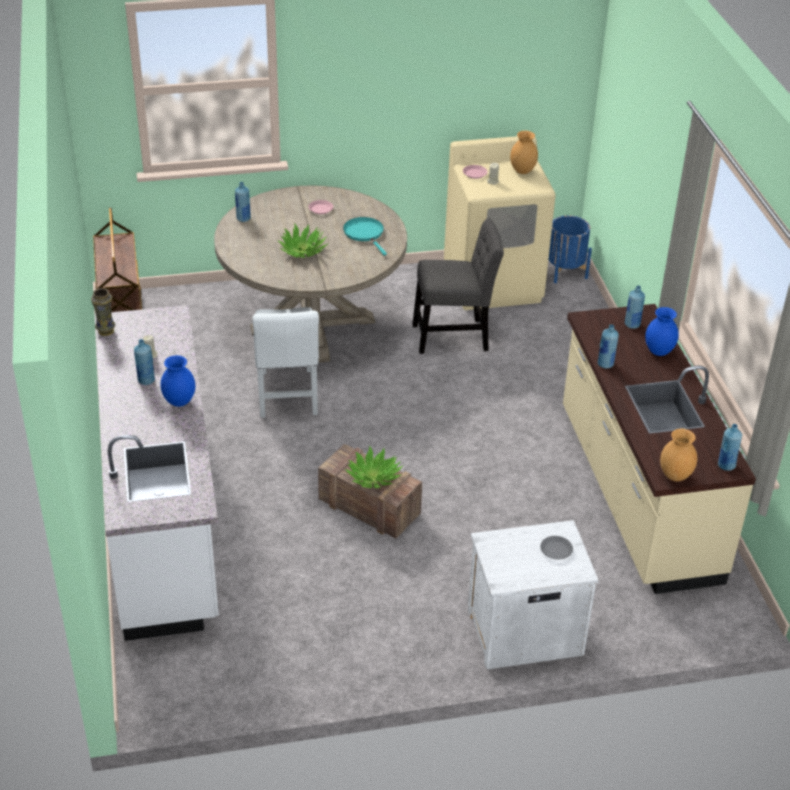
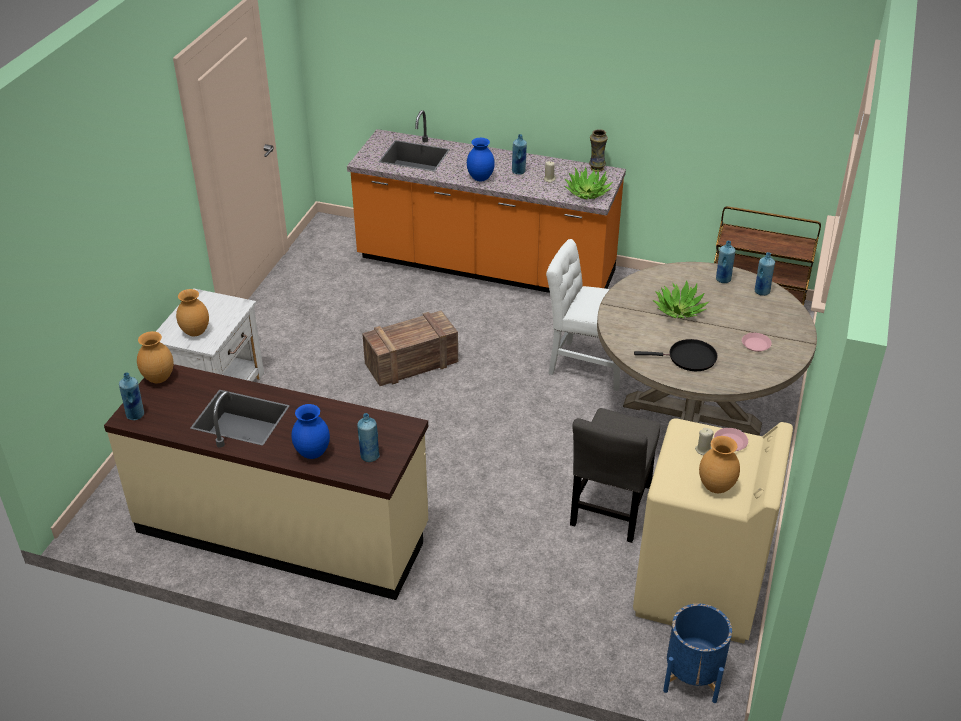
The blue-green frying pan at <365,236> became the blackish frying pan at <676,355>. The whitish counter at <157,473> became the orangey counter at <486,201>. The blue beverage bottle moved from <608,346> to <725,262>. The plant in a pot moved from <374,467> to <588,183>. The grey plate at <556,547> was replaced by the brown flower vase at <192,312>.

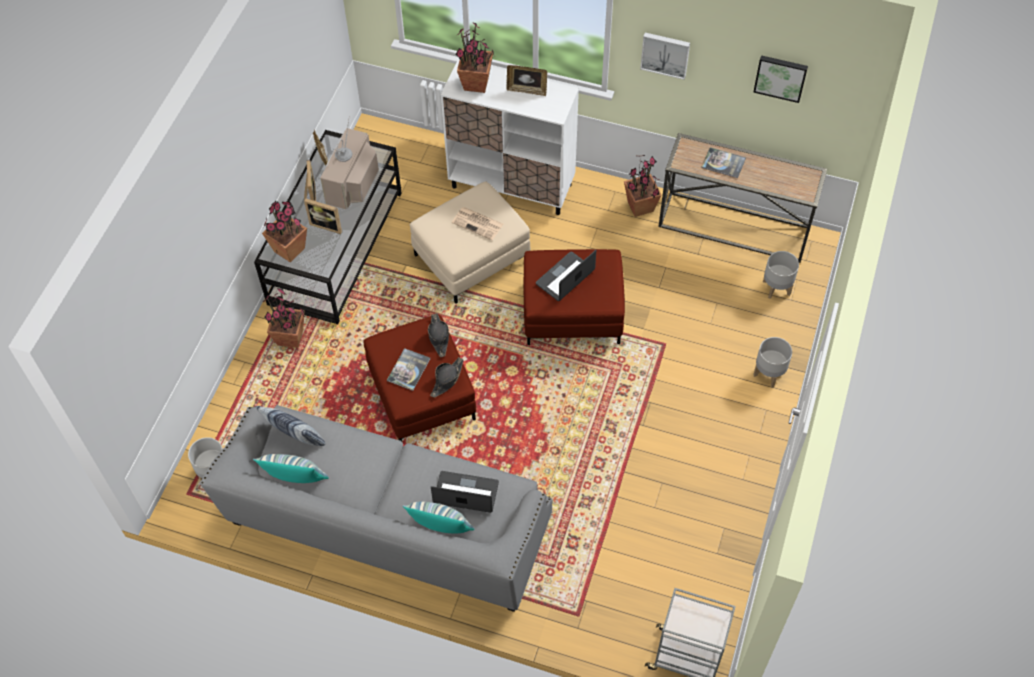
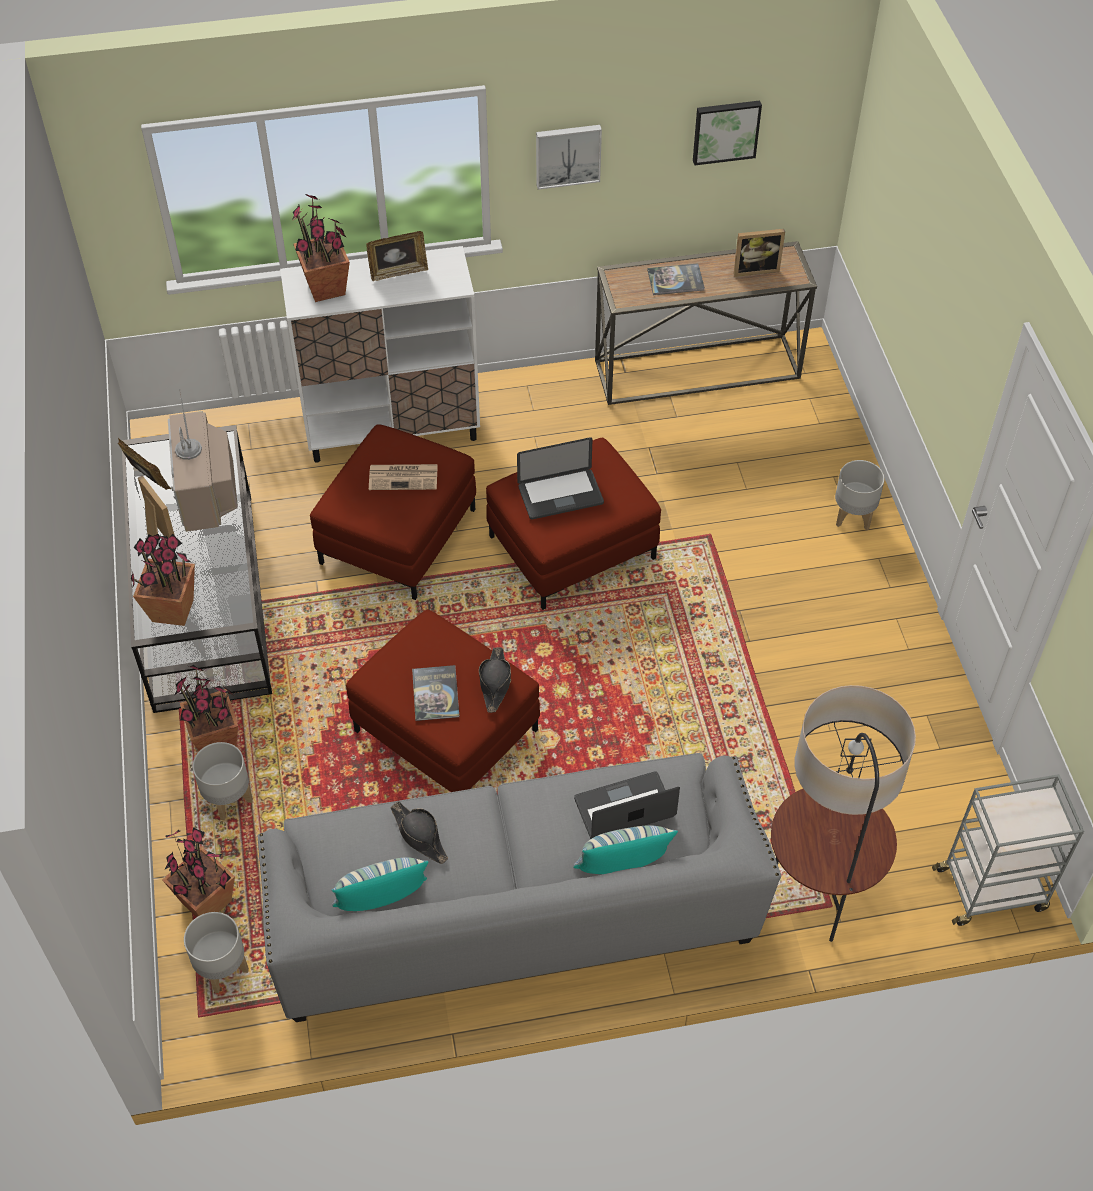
The plant in a pot moved from <643,186> to <198,872>. The beige-coloured footrest at <470,242> became the reddish footrest at <393,512>. The picture frame moved from <323,216> to <759,253>. The notebook computer at <566,275> turned 120 degrees counterclockwise. The grey plant pot moved from <781,275> to <223,781>. The blackish clothing hat moved from <438,335> to <419,832>. The cushion at <290,426> disappeared. The floor lamp at <843,813> appeared.

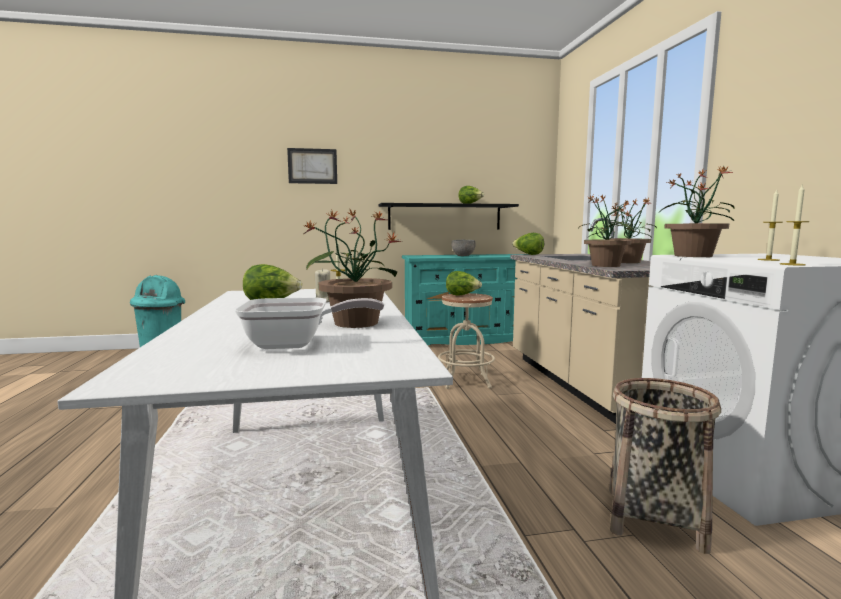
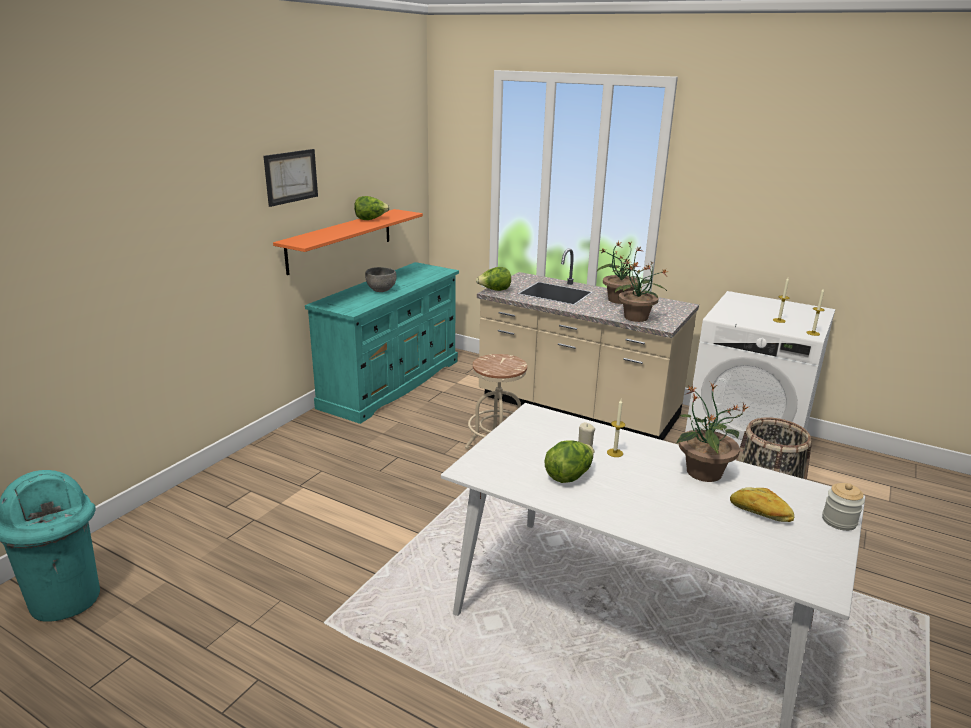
The wall picture moved from <312,166> to <290,178>. The plant in a pot at <697,211> disappeared. The blackish bracket shelf at <449,216> became the orangey bracket shelf at <348,242>. The lettuce at <464,283> disappeared. The frying pan at <309,323> was replaced by the baked bread at <762,505>. The preserve jar at <843,507> appeared.

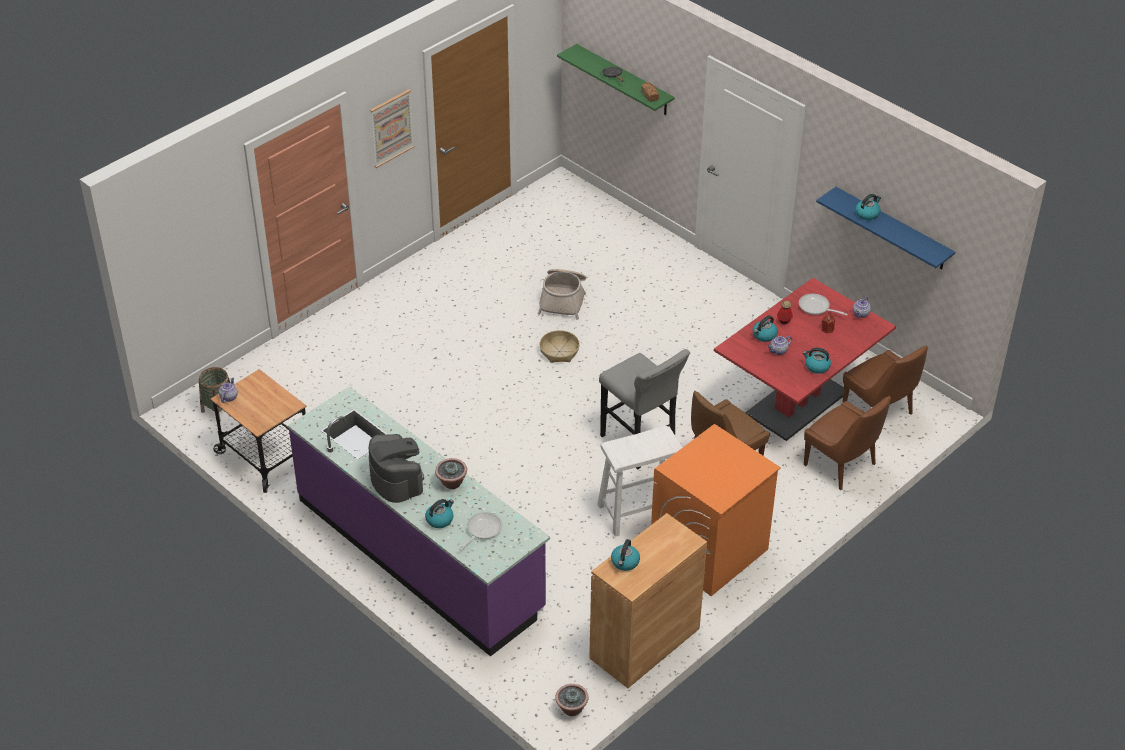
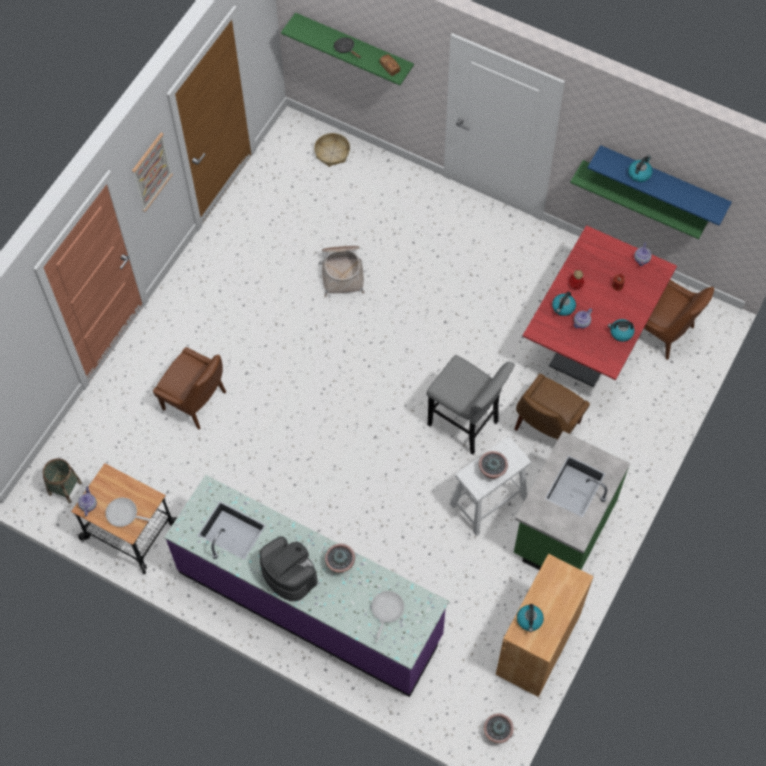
The frying pan moved from <823,305> to <130,512>. The household basket moved from <559,346> to <332,150>. The brown chair moved from <847,443> to <189,388>. The orangey laundry appliance at <716,510> was replaced by the green-coloured counter at <572,500>. The tea kettle at <439,513> disappeared. The green-coloured bracket shelf at <639,199> appeared. The plant in a pot at <493,465> appeared.

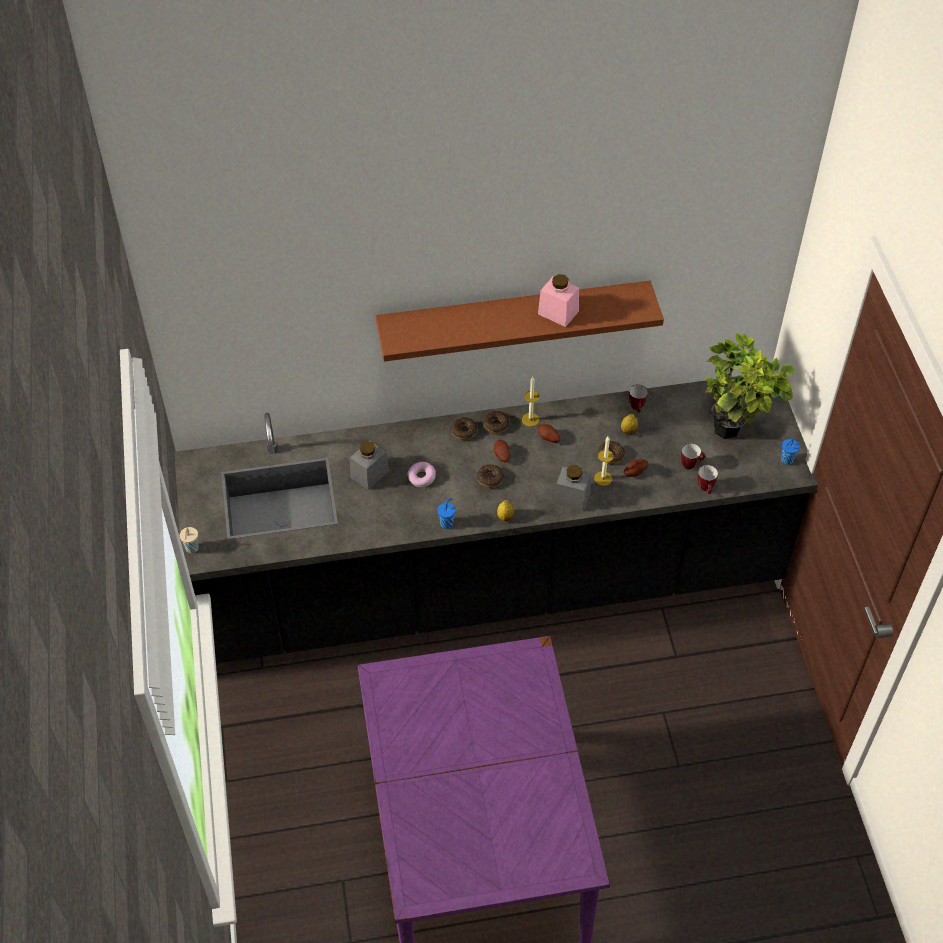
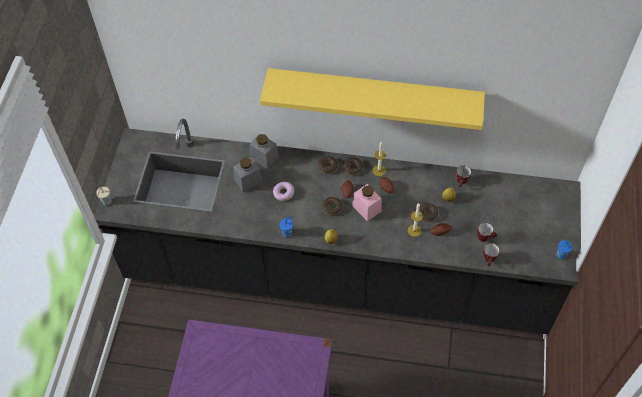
The pink-coloured preserve jar moved from <558,300> to <367,202>. The brown bracket shelf at <520,321> became the yellow bracket shelf at <372,99>. The plant in a pot at <750,386> disappeared. The grey preserve jar moved from <572,488> to <264,151>.

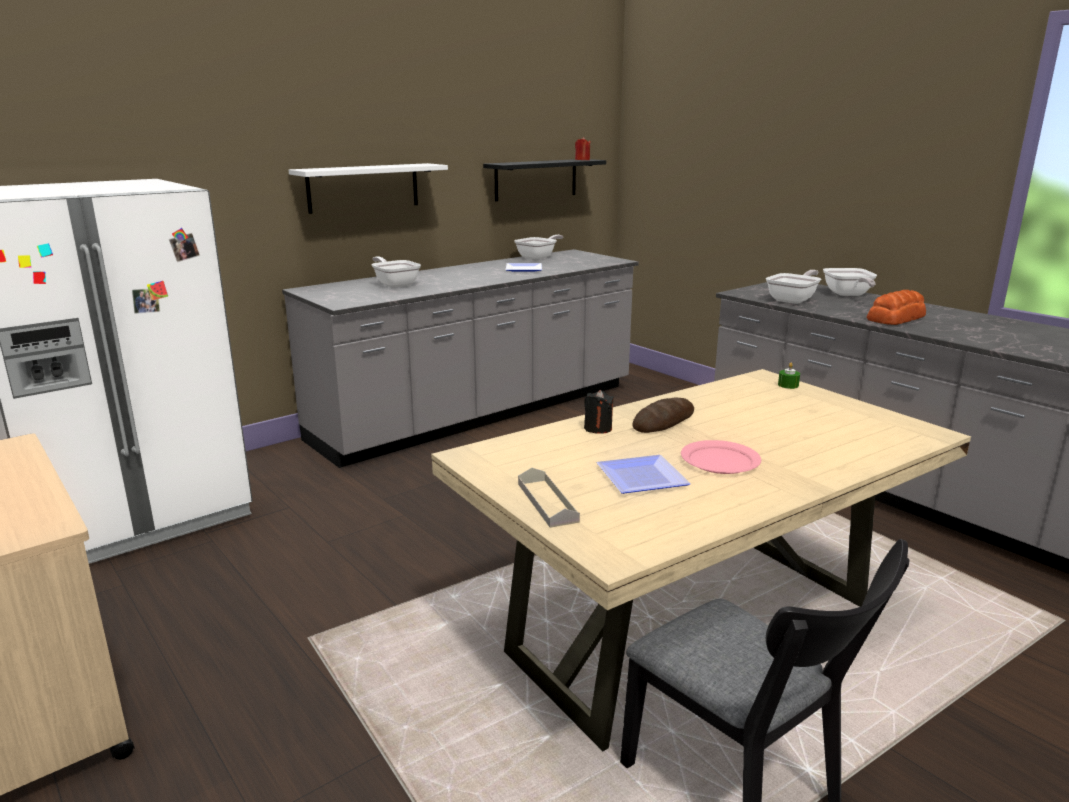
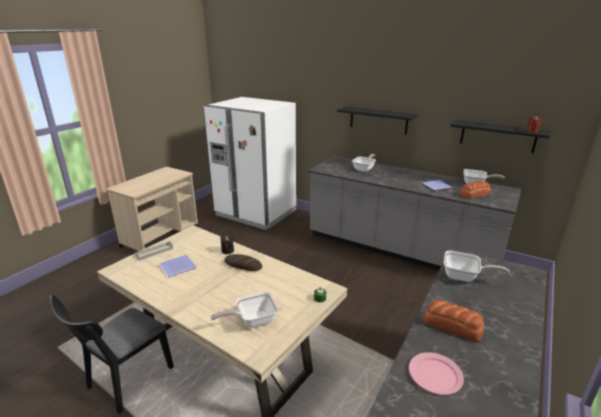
The whitish bracket shelf at <368,188> became the blackish bracket shelf at <377,120>. The frying pan moved from <850,282> to <244,310>. The pink-coloured plate moved from <721,457> to <436,373>. The baked bread at <475,190> appeared.

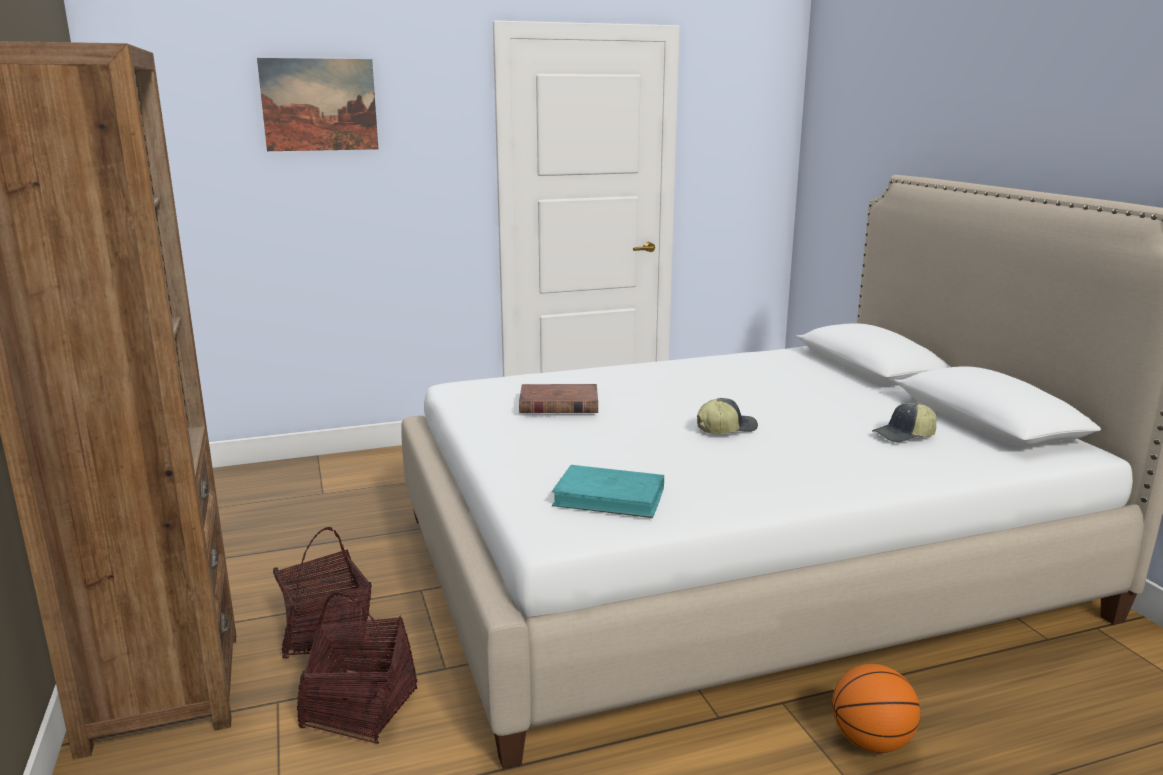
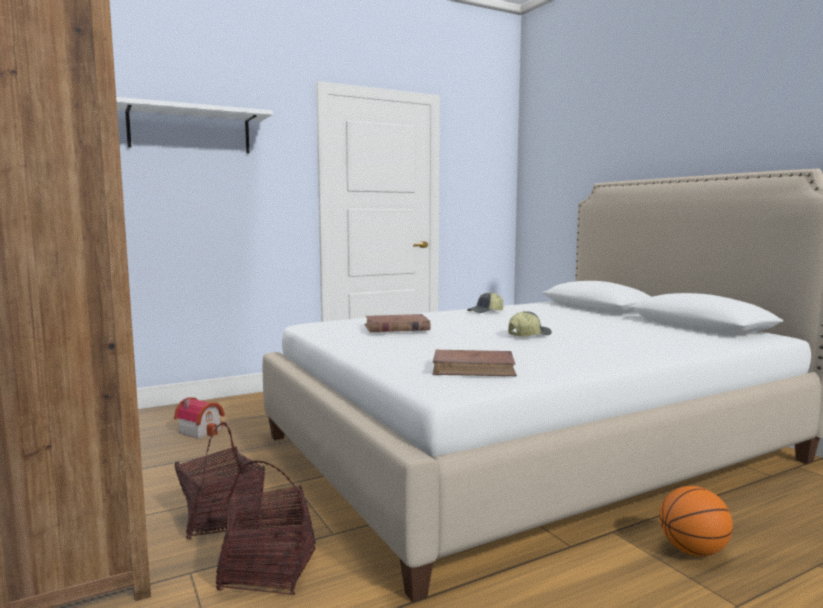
The wall picture at <317,104> was replaced by the whitish bracket shelf at <194,125>. The baseball cap moved from <904,422> to <485,302>. The blue-green book at <608,491> became the brown book at <475,363>. The model house at <199,418> appeared.

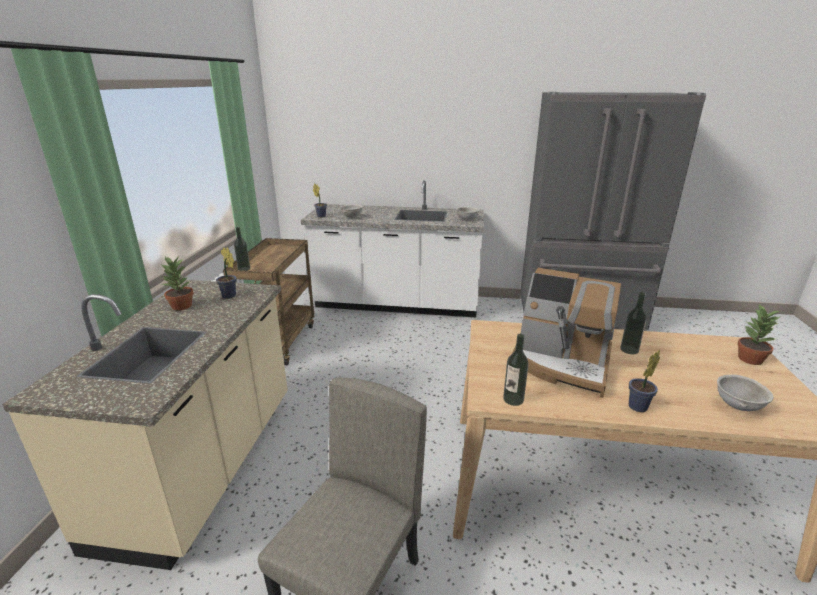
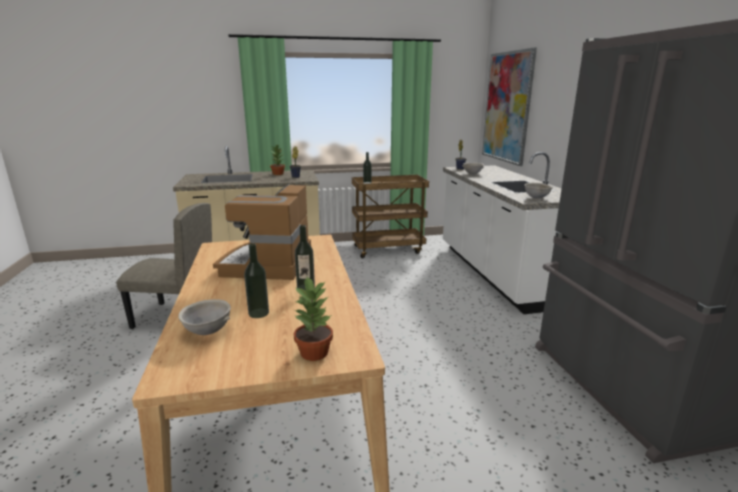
The beverage bottle moved from <516,370> to <256,280>. The plant in a pot at <644,381> disappeared. The wall picture at <509,106> appeared.

